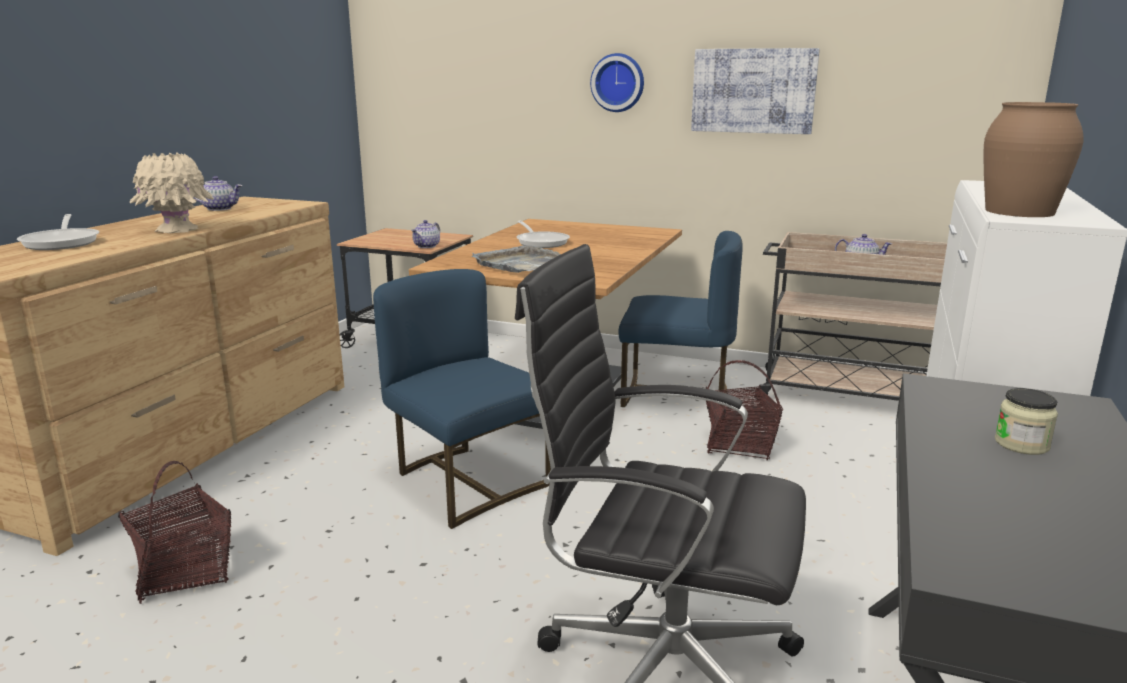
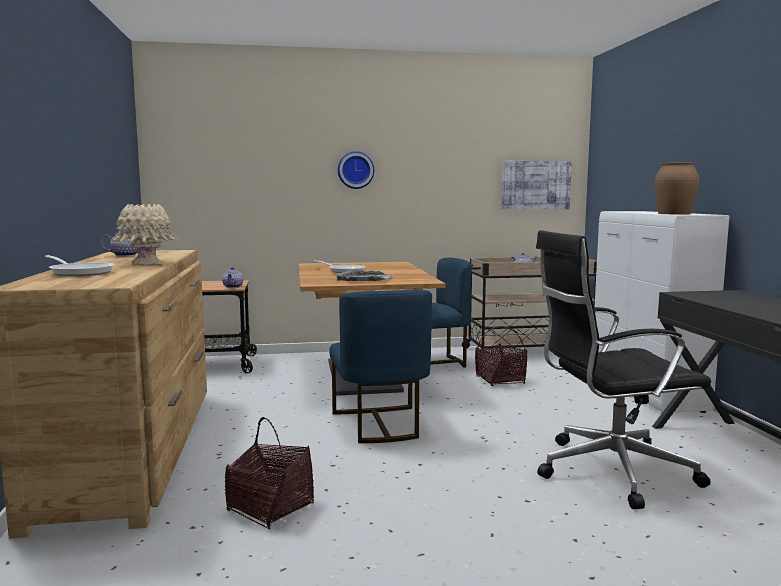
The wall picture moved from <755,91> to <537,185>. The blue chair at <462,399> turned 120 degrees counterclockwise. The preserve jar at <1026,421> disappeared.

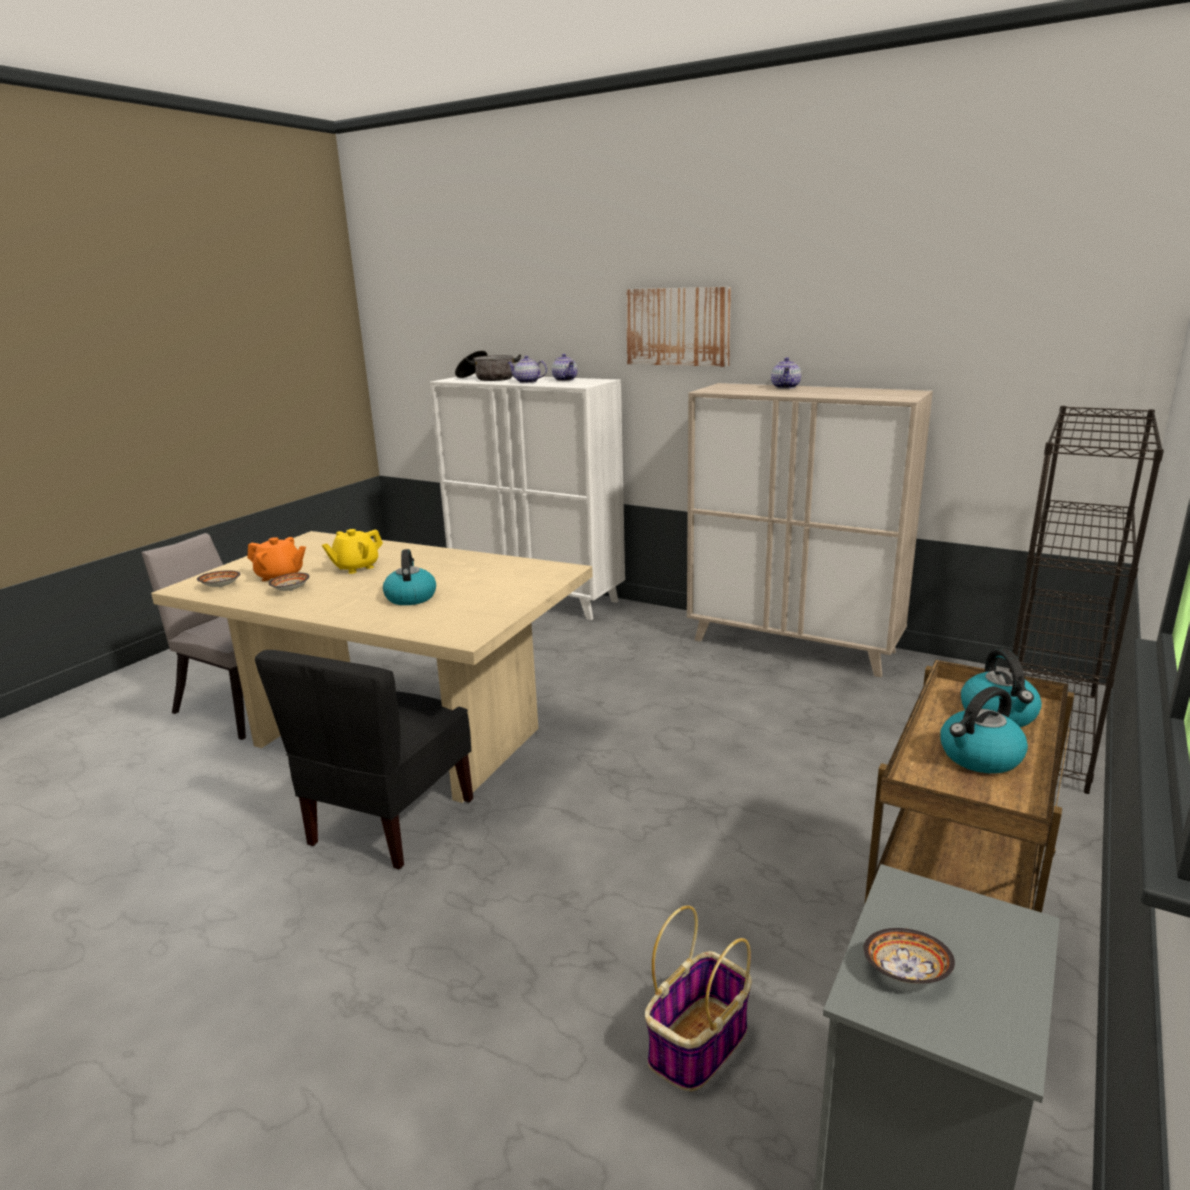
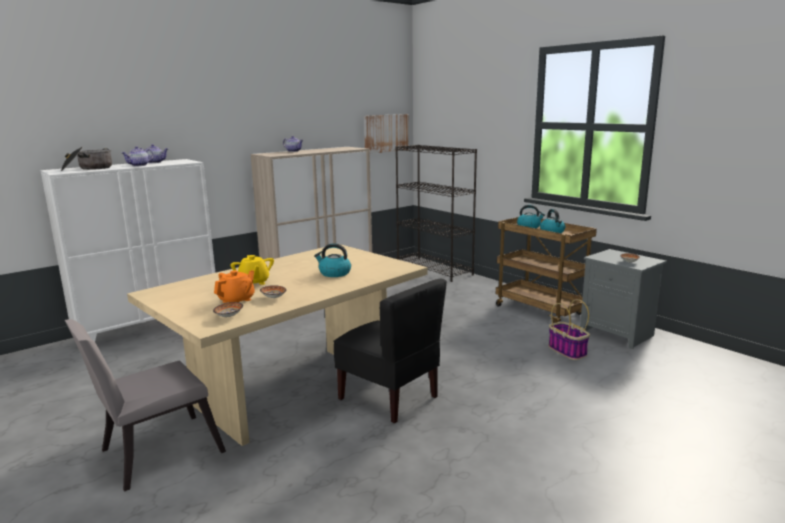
The wall picture moved from <678,327> to <386,134>.

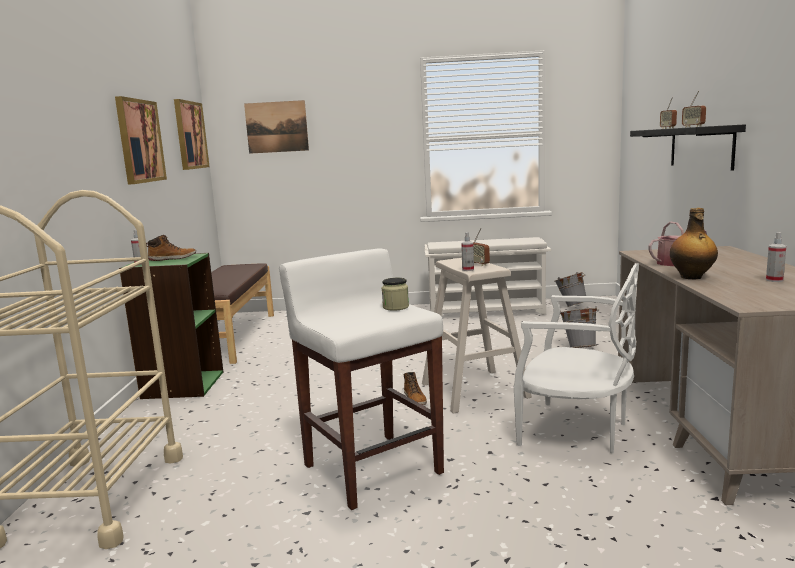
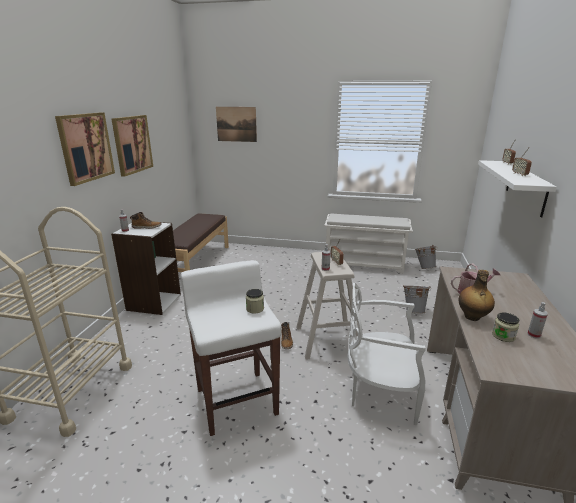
The wall picture moved from <192,134> to <85,149>. The blackish bracket shelf at <688,147> became the whitish bracket shelf at <517,188>. The green-coloured shelving unit at <171,326> became the whitish shelving unit at <146,268>. The whitish chair at <576,358> turned 150 degrees clockwise. The preserve jar at <505,327> appeared.

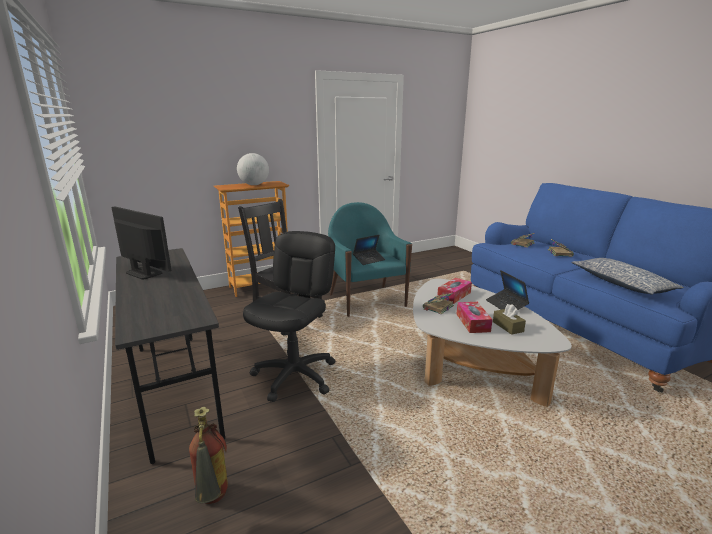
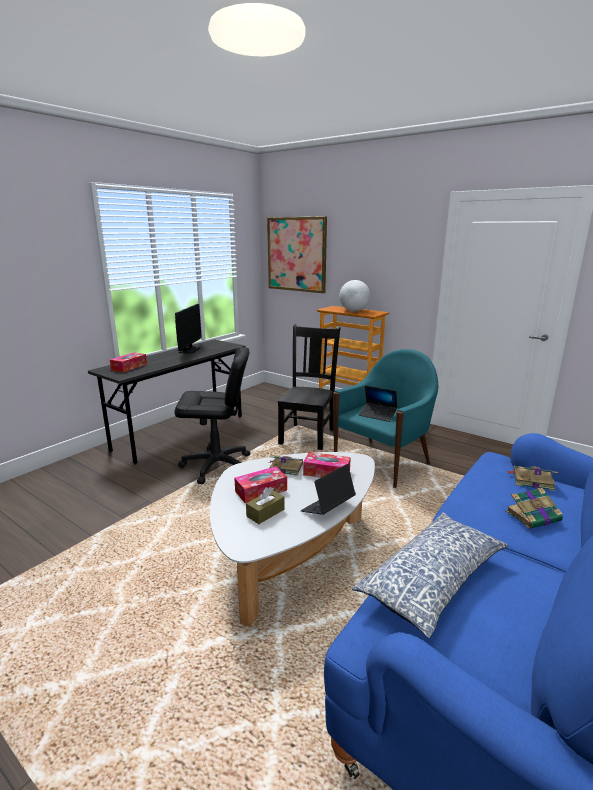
The extinguisher at <208,455> disappeared. The wall picture at <297,254> appeared. The tissue box at <128,362> appeared.

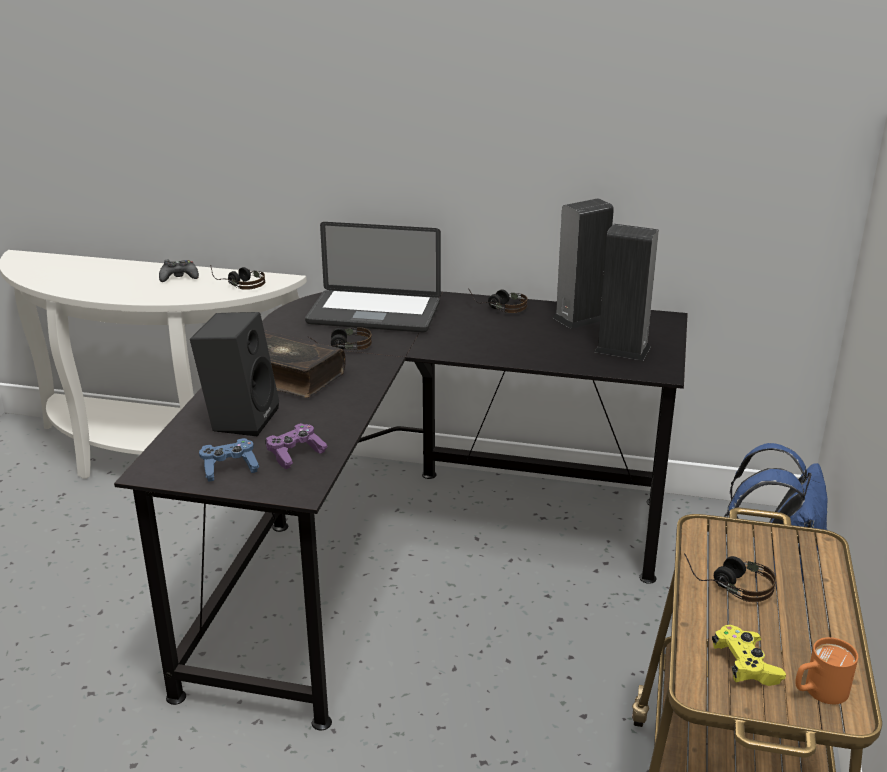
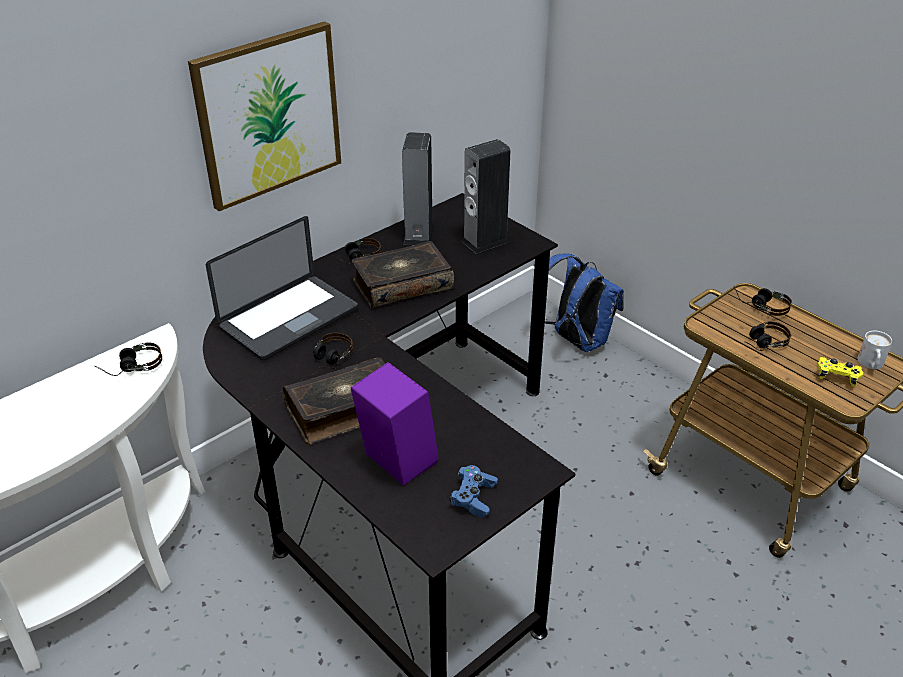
The blackish joypad at <179,271> disappeared. The blackish audio speaker at <234,374> became the purplish audio speaker at <395,424>. The purplish joypad at <296,446> disappeared. The orangey coffee mug at <826,670> became the whitish coffee mug at <874,350>. The wall picture at <264,116> appeared. The book at <403,274> appeared. The pair of headphones at <763,301> appeared.

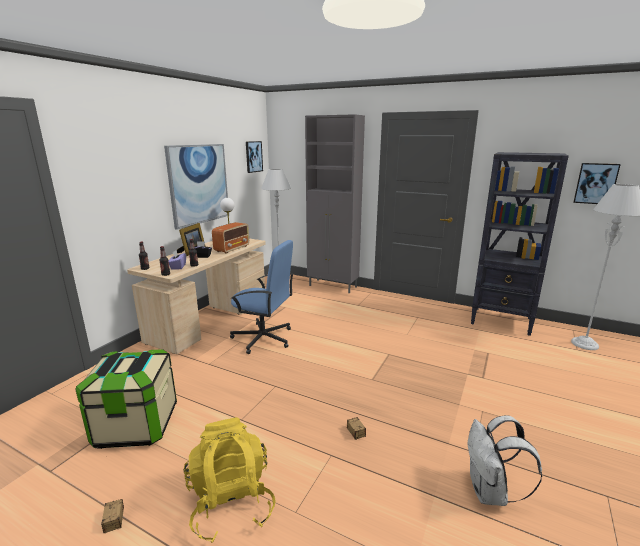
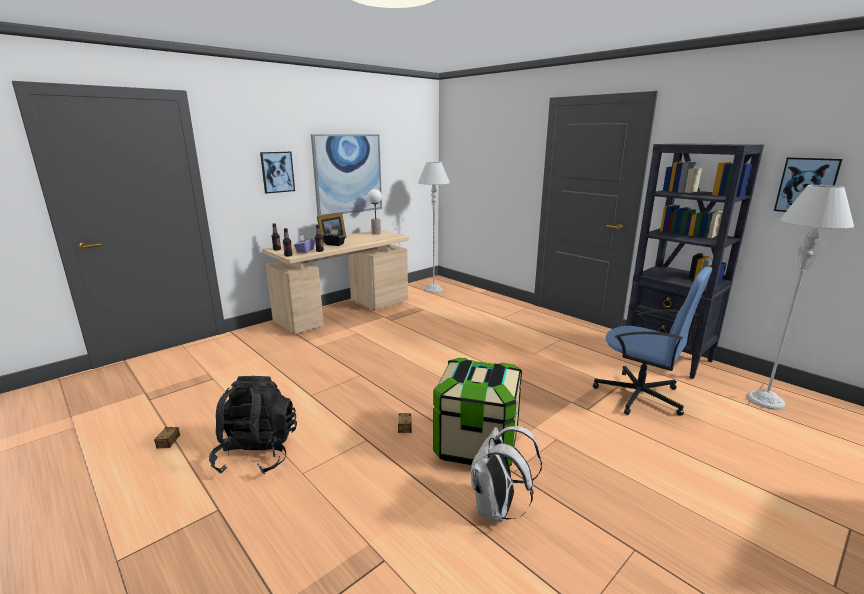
The grey storage cabinet at <335,203> disappeared. The wall picture moved from <254,157> to <277,173>. The radio set at <230,238> disappeared. The blue desk chair moved from <262,297> to <652,341>. The storage bin moved from <126,399> to <477,412>. The yellow knapsack at <230,480> became the blackish knapsack at <253,425>.

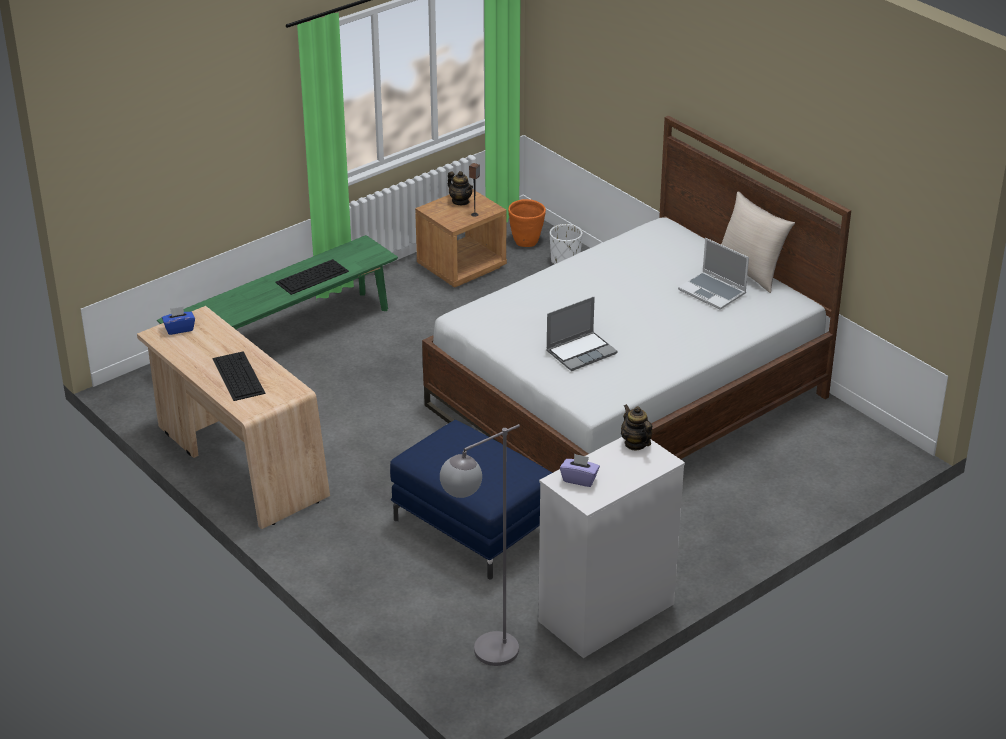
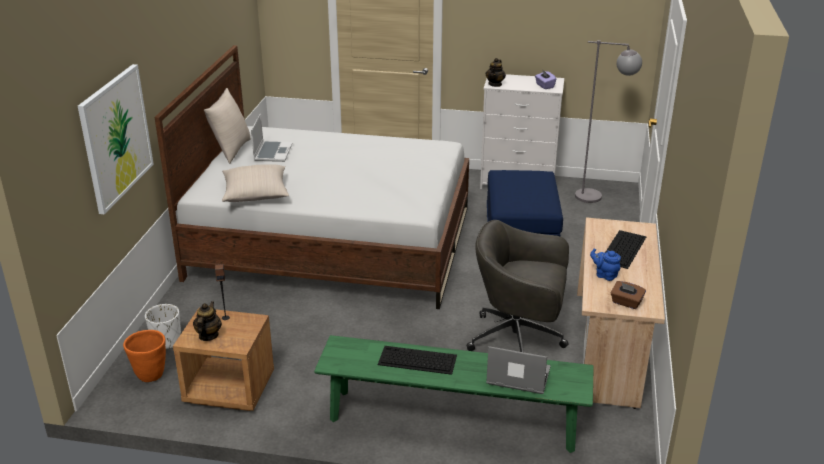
The notebook computer moved from <582,334> to <518,370>. The blue tissue box at <178,321> became the brown tissue box at <628,295>. The wall picture at <116,139> appeared. The beige-coloured cushion at <255,183> appeared. The grey desk chair at <518,286> appeared. The blue teapot at <605,264> appeared.

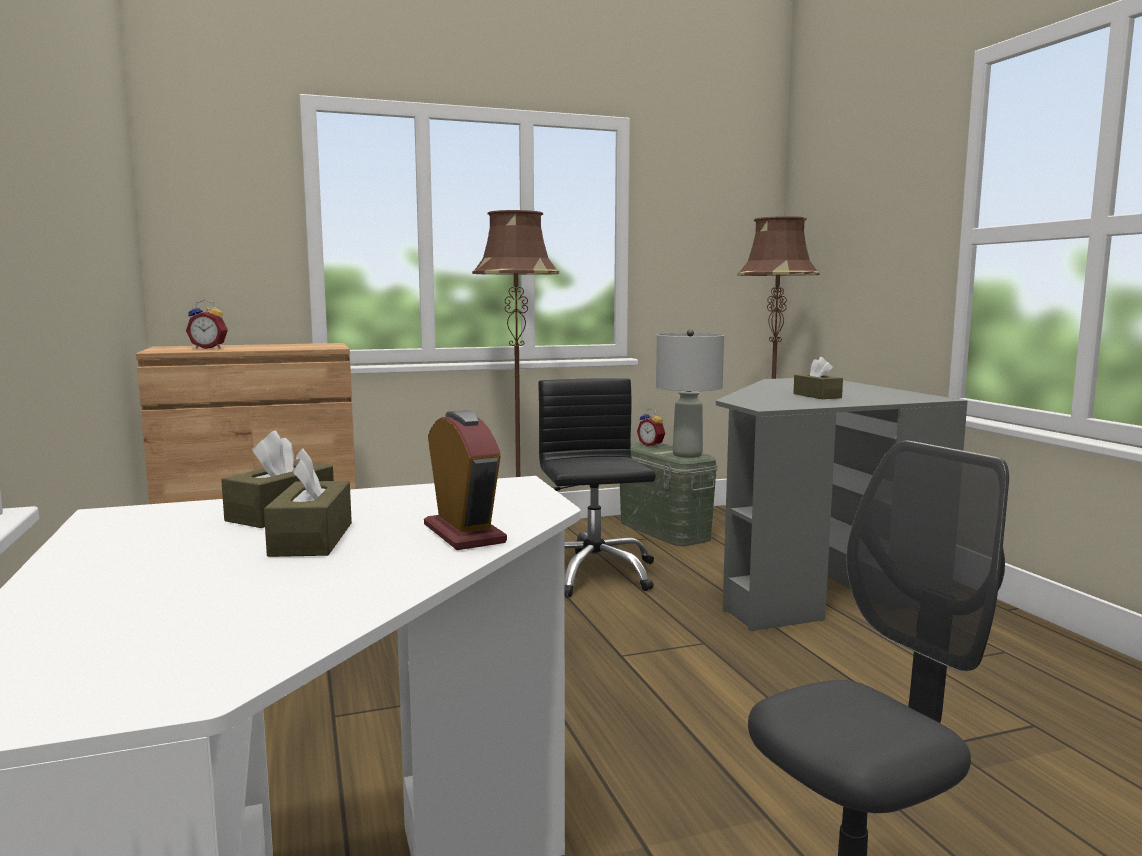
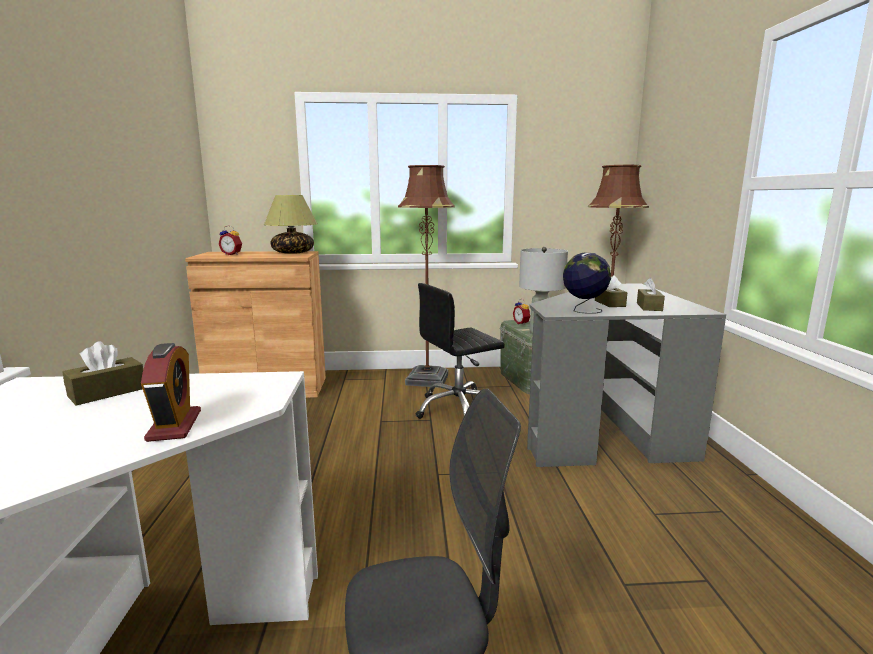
The blackish desk chair at <597,487> turned 120 degrees counterclockwise. The brown tissue box moved from <308,502> to <651,294>. The tabletop lamp at <290,224> appeared. The world globe at <587,283> appeared.

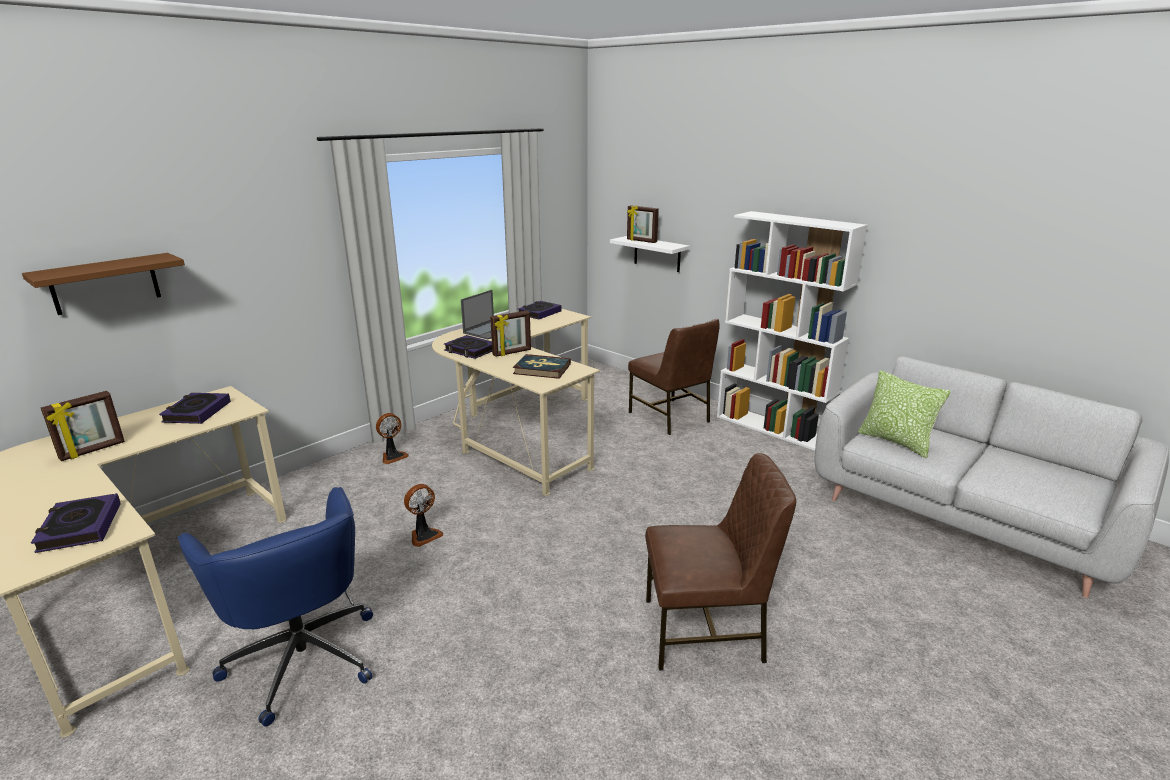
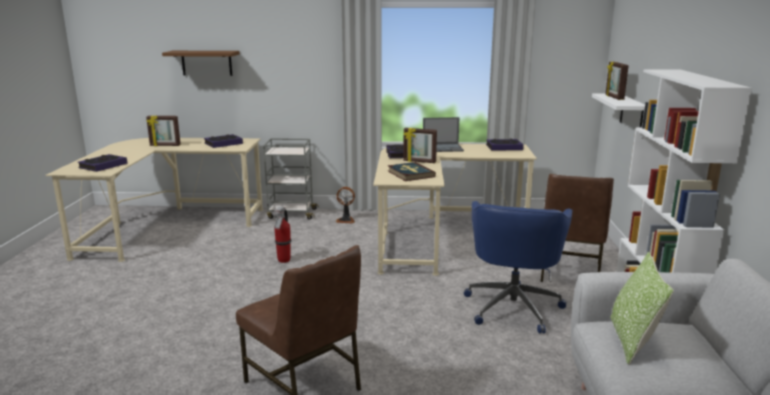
The electric fan at <423,515> was replaced by the extinguisher at <282,235>. The blue desk chair moved from <275,607> to <518,267>. The grey trolley at <291,179> appeared.

